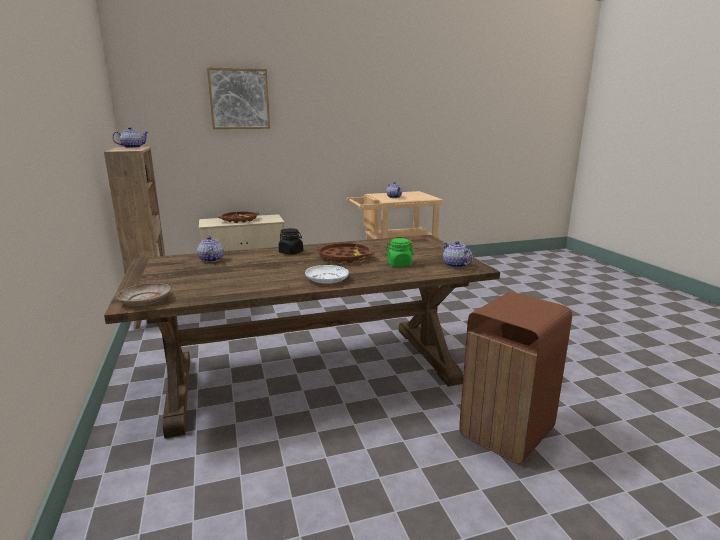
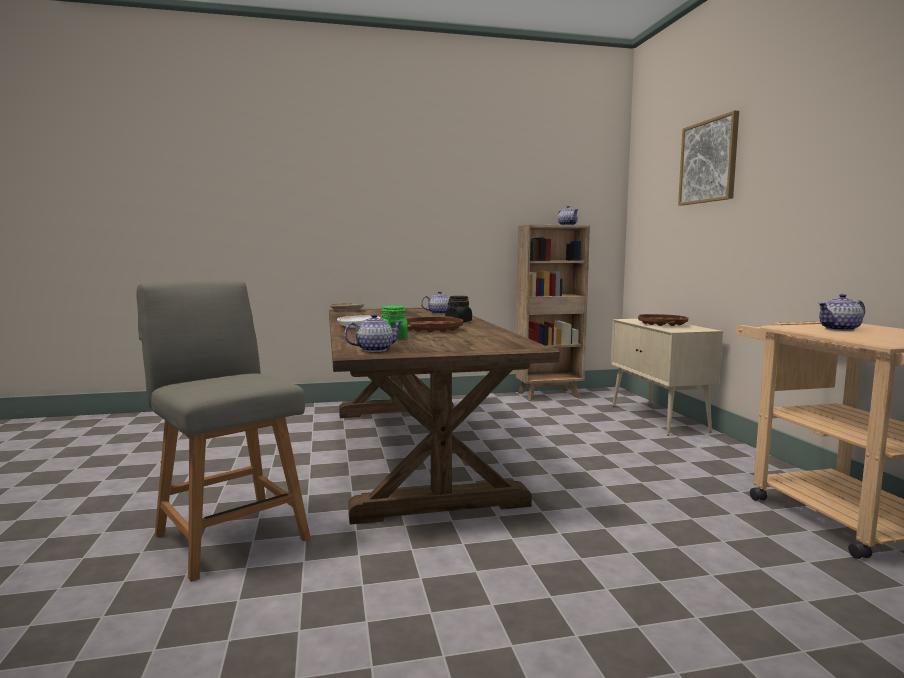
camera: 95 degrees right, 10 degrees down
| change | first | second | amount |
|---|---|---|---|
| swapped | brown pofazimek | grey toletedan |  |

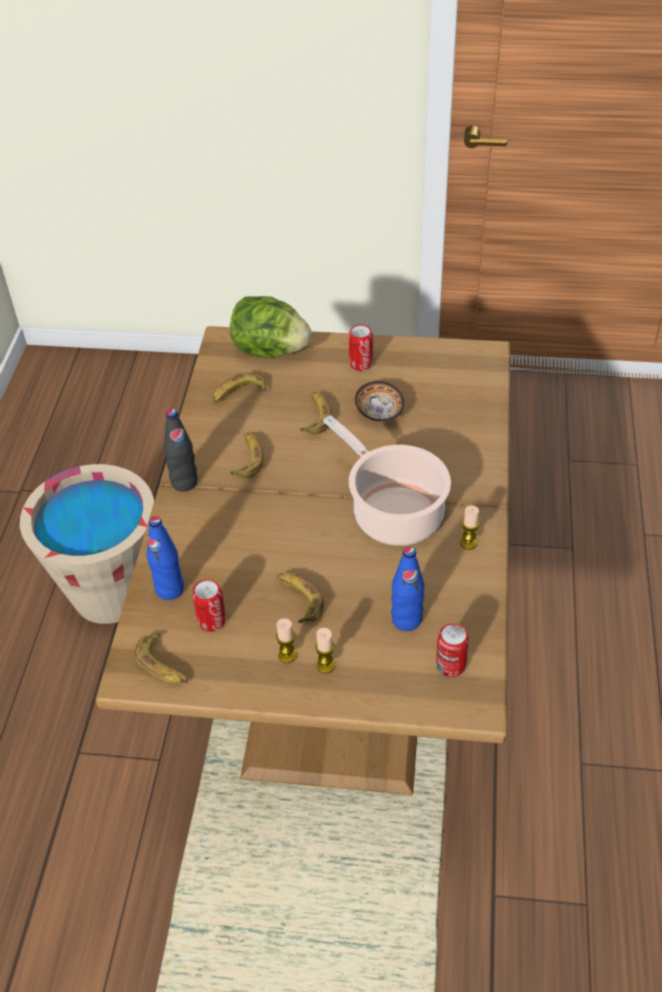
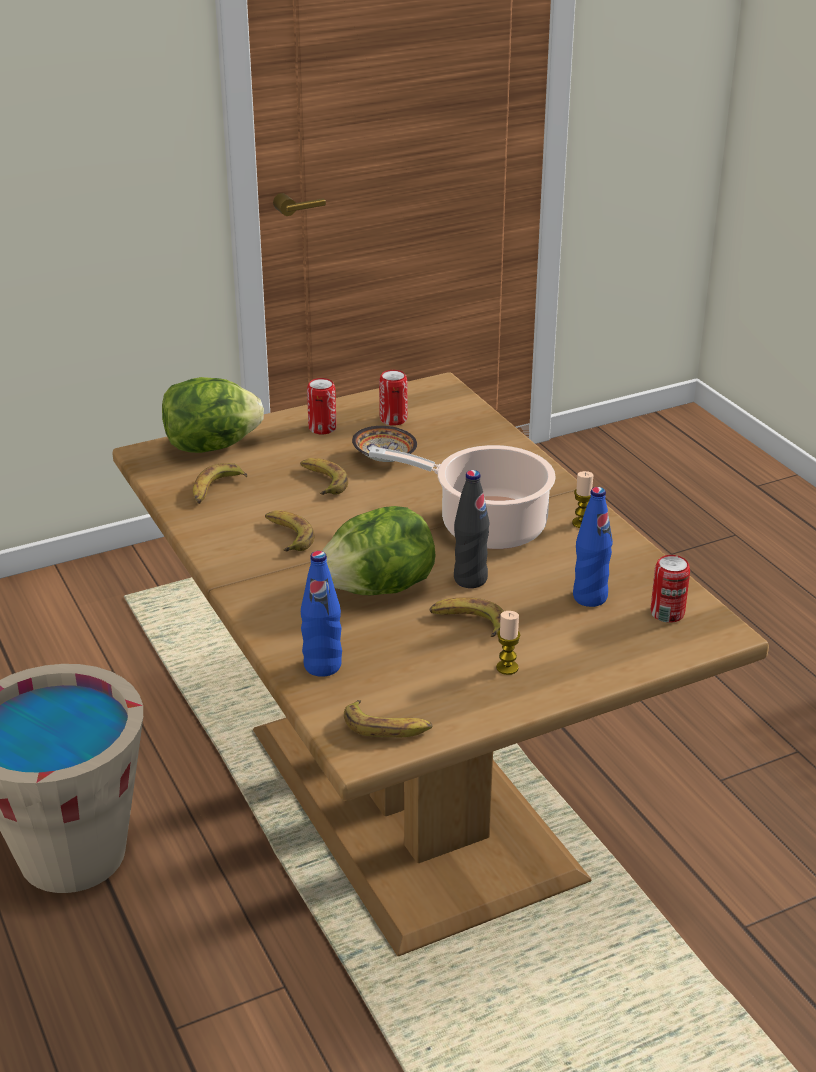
camera: 35 degrees left, 15 degrees down
| change | first | second | amount |
|---|---|---|---|
| gone | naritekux (no. 2 from left) |  |  |
| new |  | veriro (no. 2 from left) |  |
| shifted | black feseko |  |  |
| shifted | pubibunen (no. 1 from left in the first image) | pubibunen (no. 2 from left) |  |

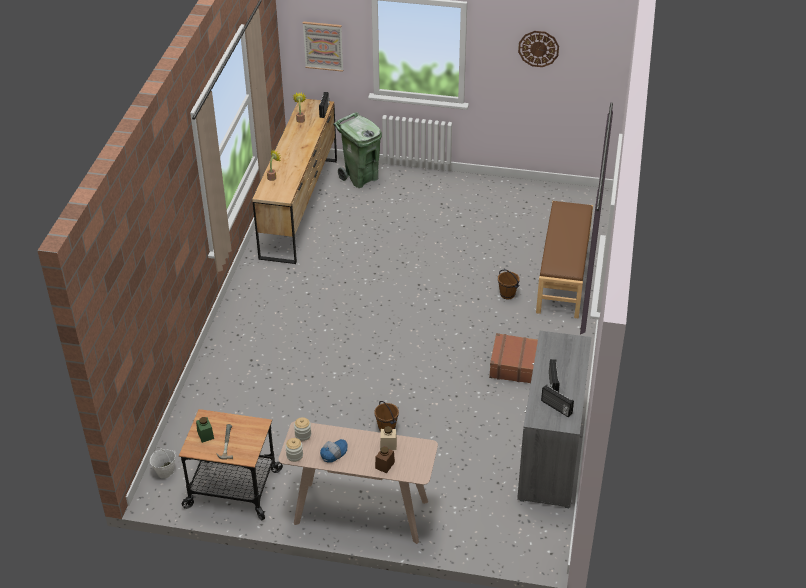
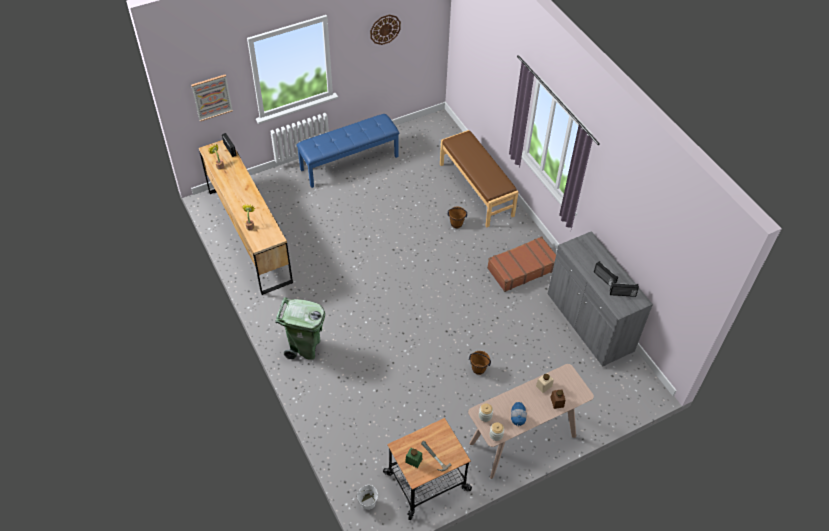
camera: 40 degrees left, 10 degrees up
| change | first | second | amount |
|---|---|---|---|
| new |  | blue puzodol |  |
| shifted | green pofazimek |  |  |

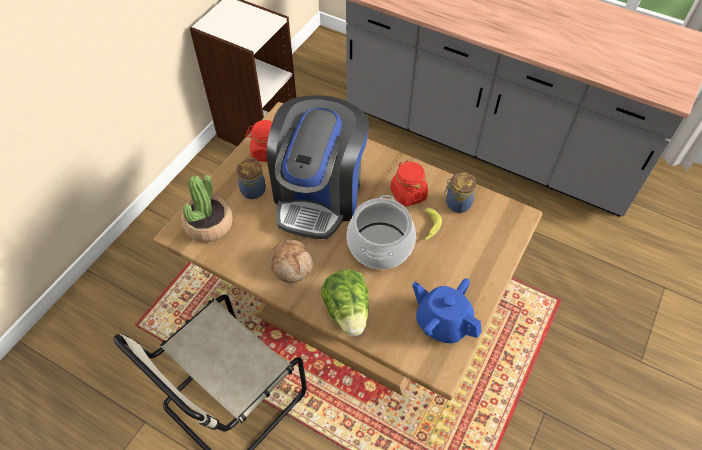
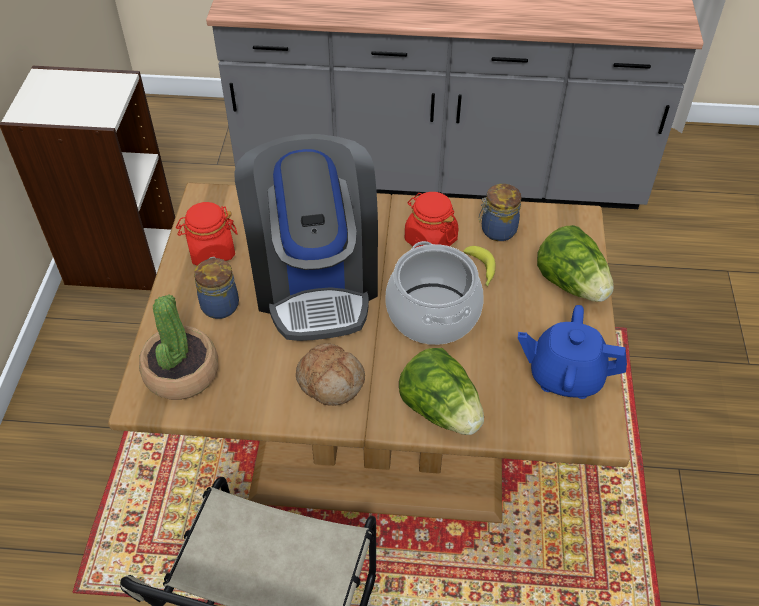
camera: 25 degrees left, 5 degrees down
| change | first | second | amount |
|---|---|---|---|
| new |  | veriro (no. 2 from left) |  |

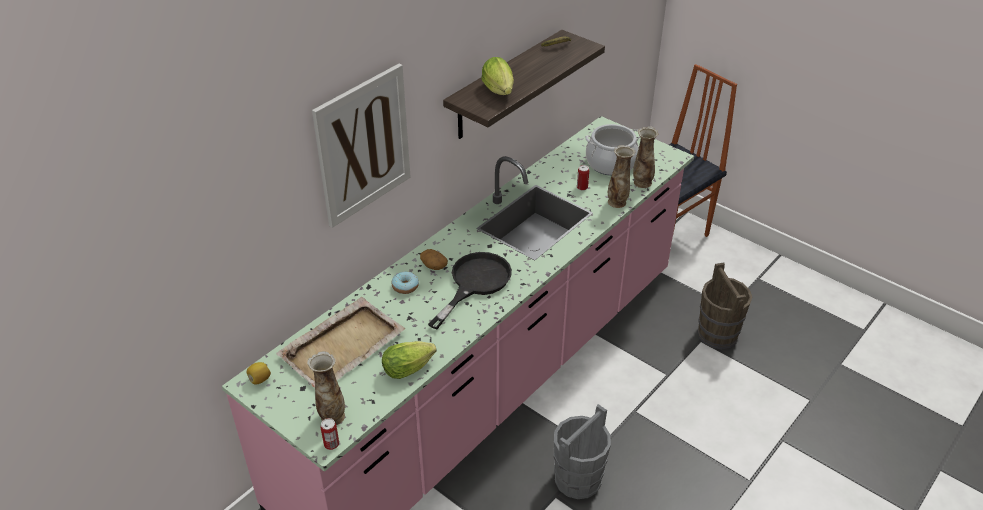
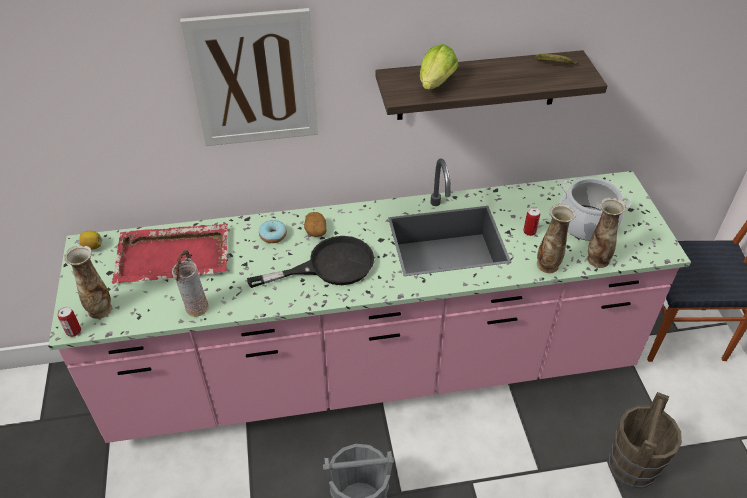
camera: 40 degrees right, 5 degrees up
| change | first | second | amount |
|---|---|---|---|
| swapped | veriro (no. 1 from left) | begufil (no. 2 from left) |  |
| repainted | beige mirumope | red mirumope |  |

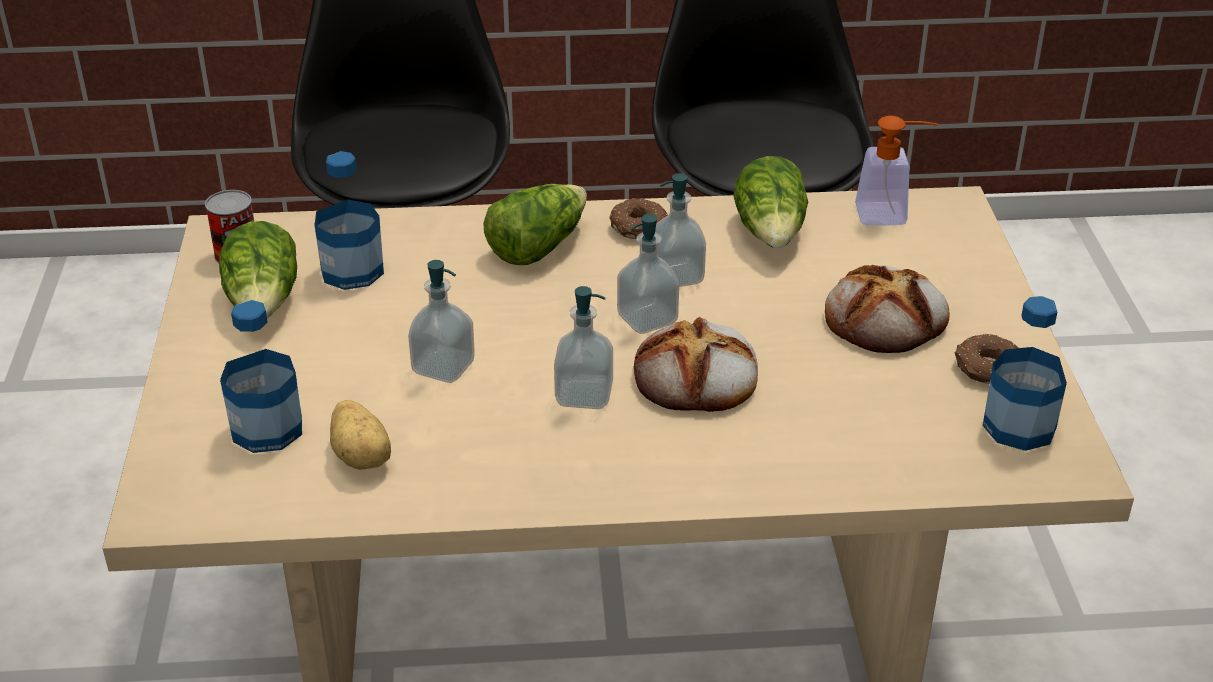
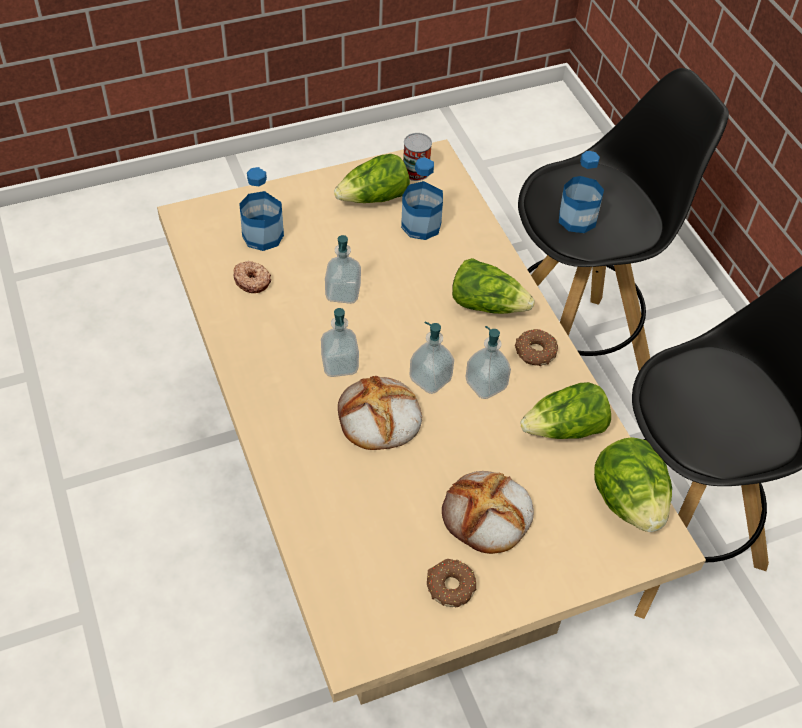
camera: 70 degrees right, 15 degrees up
| change | first | second | amount |
|---|---|---|---|
| shifted | feseko (no. 3 from left) |  |  |
| swapped | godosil | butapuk (no. 1 from left) |  |
| swapped | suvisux (no. 5 from left) | veriro (no. 4 from left) |  |

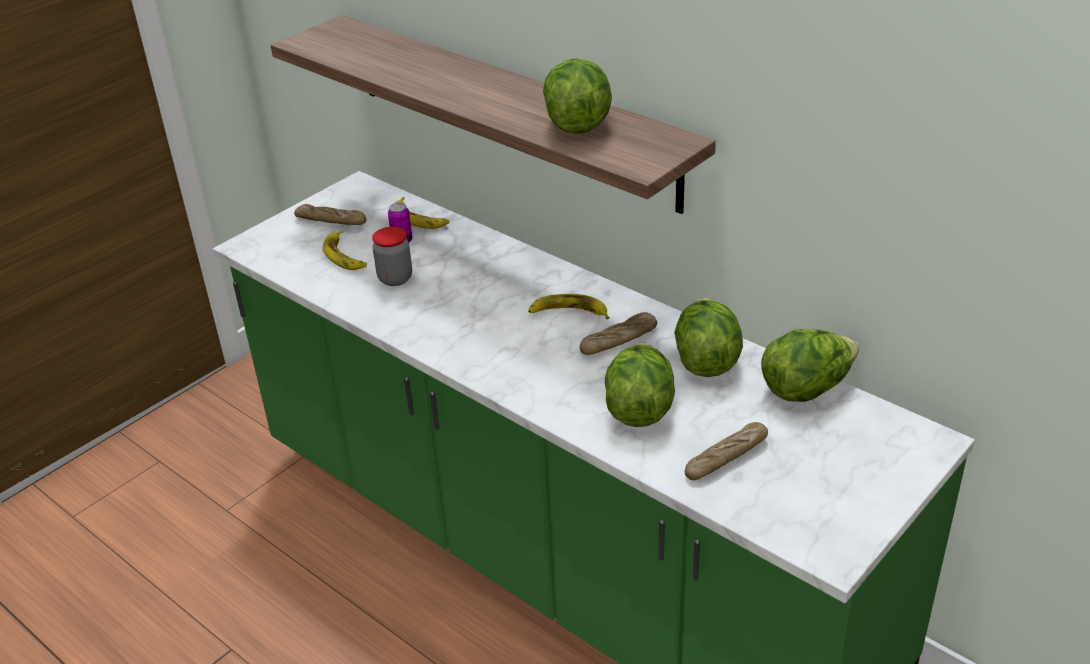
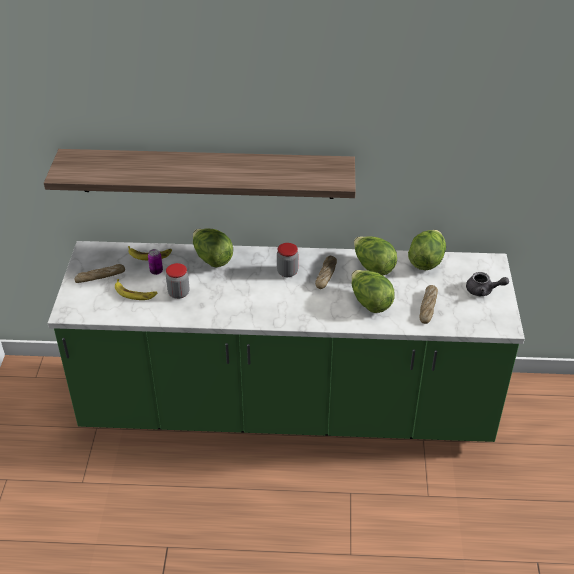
camera: 40 degrees left, 5 degrees up
| change | first | second | amount |
|---|---|---|---|
| new |  | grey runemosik |  |
| shifted | veriro (no. 1 from left) |  |  |
| swapped | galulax (no. 3 from left) | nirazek (no. 2 from left) |  |

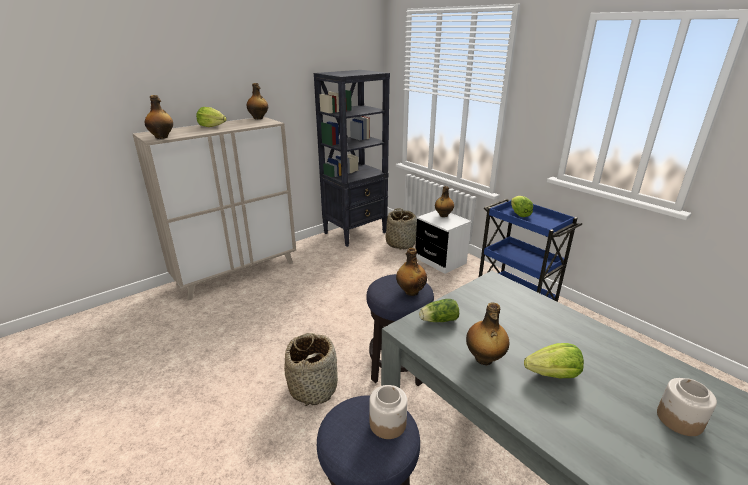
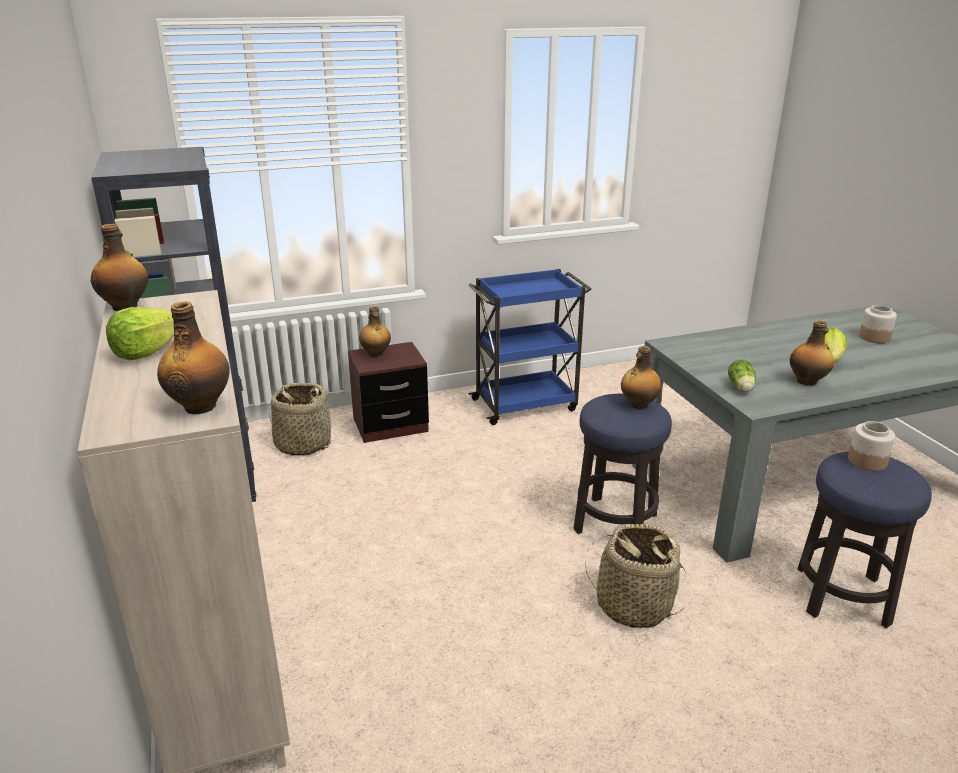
camera: 70 degrees left, 0 degrees up
| change | first | second | amount |
|---|---|---|---|
| gone | veriro (no. 3 from left) |  |  |
| repainted | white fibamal | brown fibamal |  |

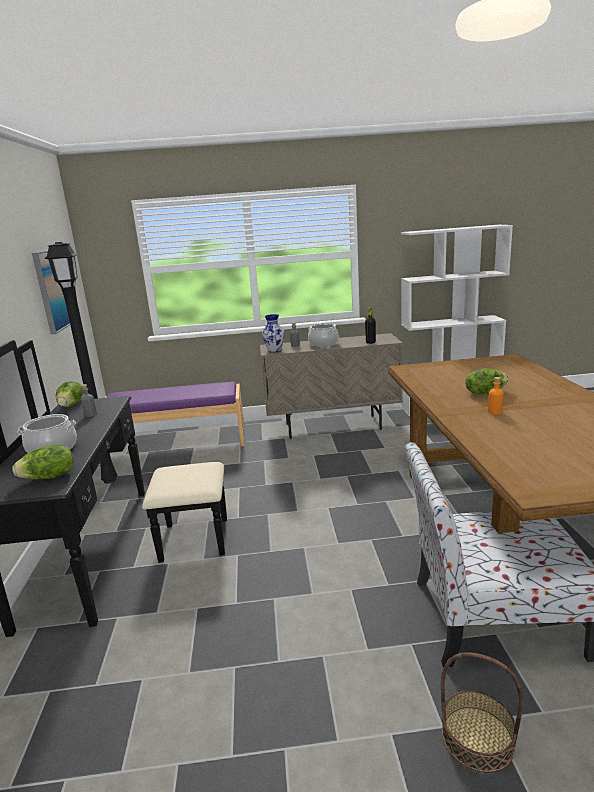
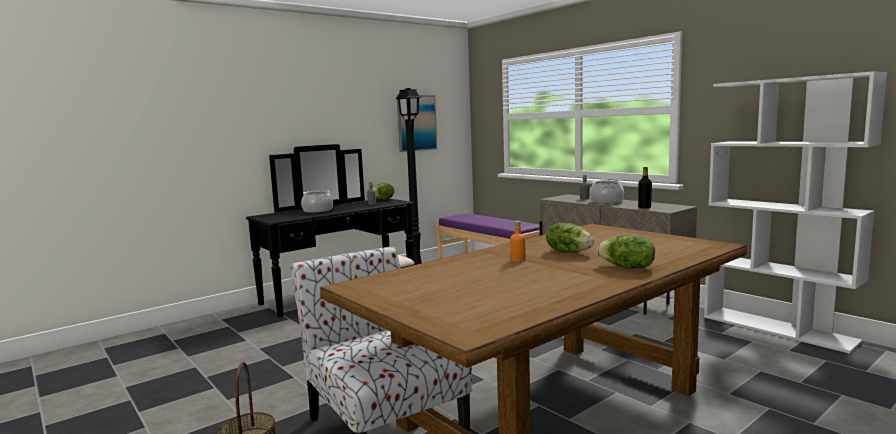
camera: 55 degrees right, 10 degrees down
| change | first | second | amount |
|---|---|---|---|
| gone | begufil |  |  |
| shifted | veriro (no. 1 from left in the first image) | veriro (no. 3 from left) |  |

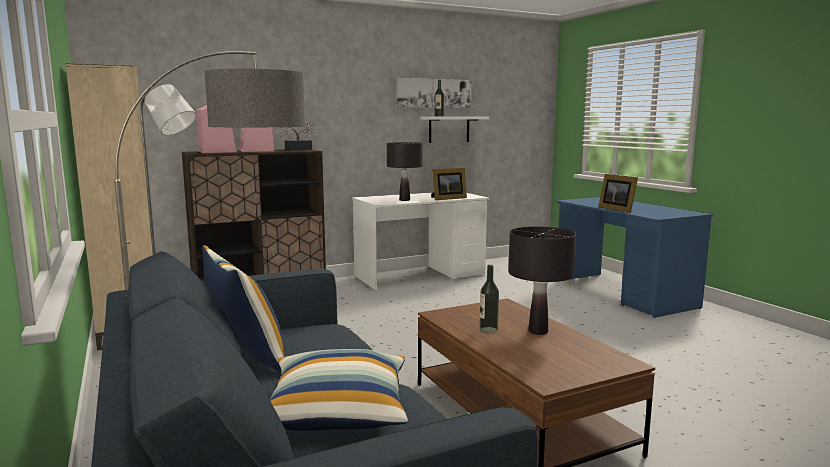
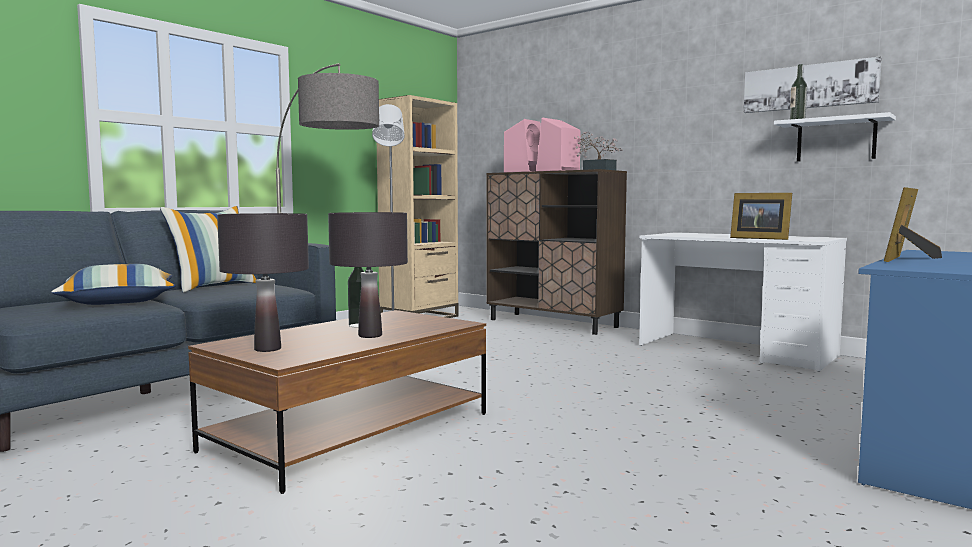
camera: 65 degrees right, 5 degrees down
| change | first | second | amount |
|---|---|---|---|
| shifted | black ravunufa (no. 1 from left) |  |  |

